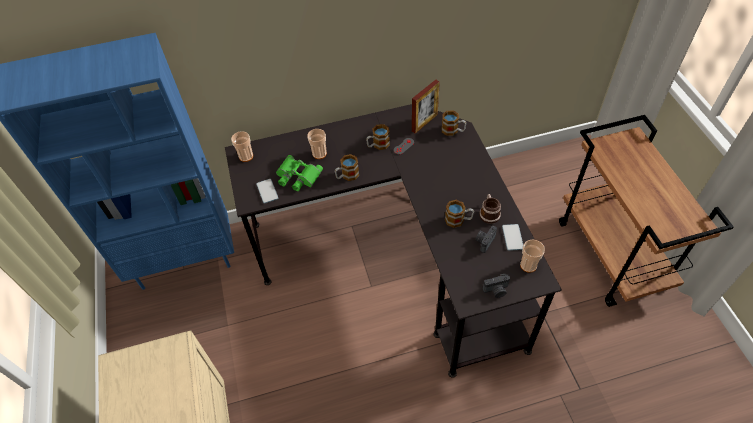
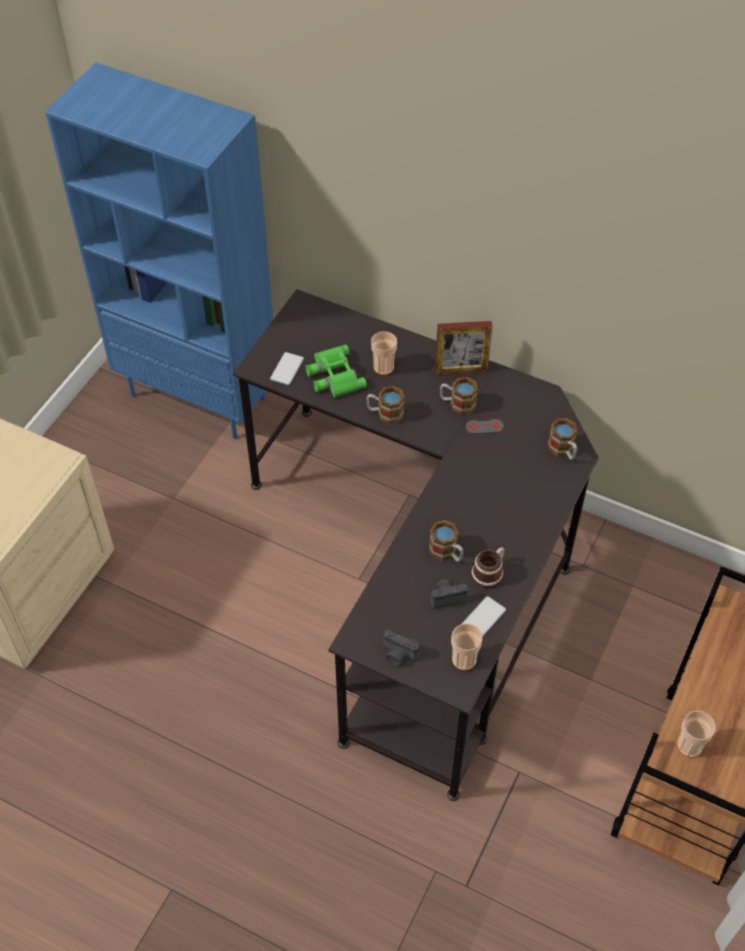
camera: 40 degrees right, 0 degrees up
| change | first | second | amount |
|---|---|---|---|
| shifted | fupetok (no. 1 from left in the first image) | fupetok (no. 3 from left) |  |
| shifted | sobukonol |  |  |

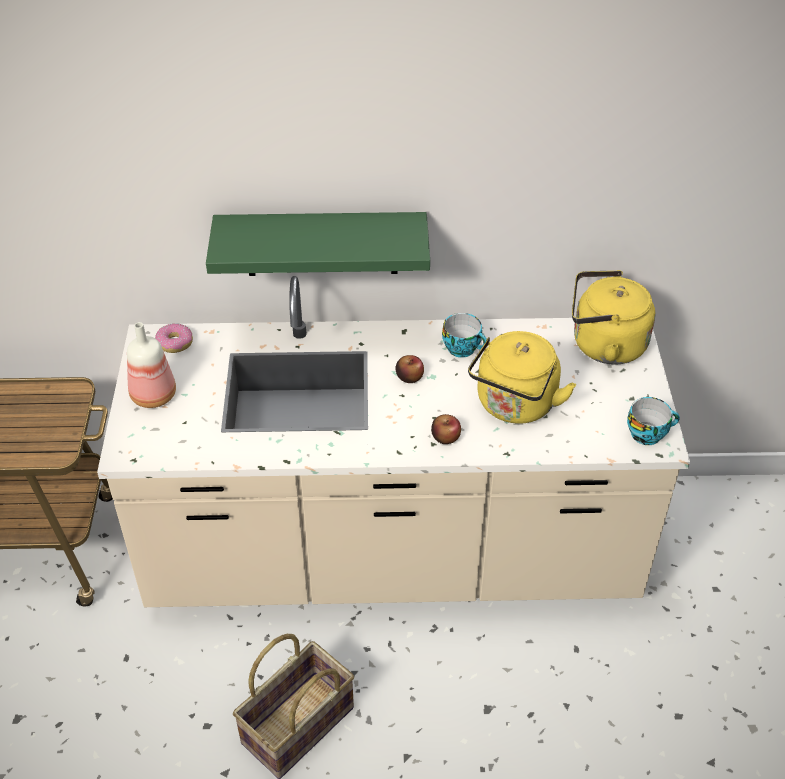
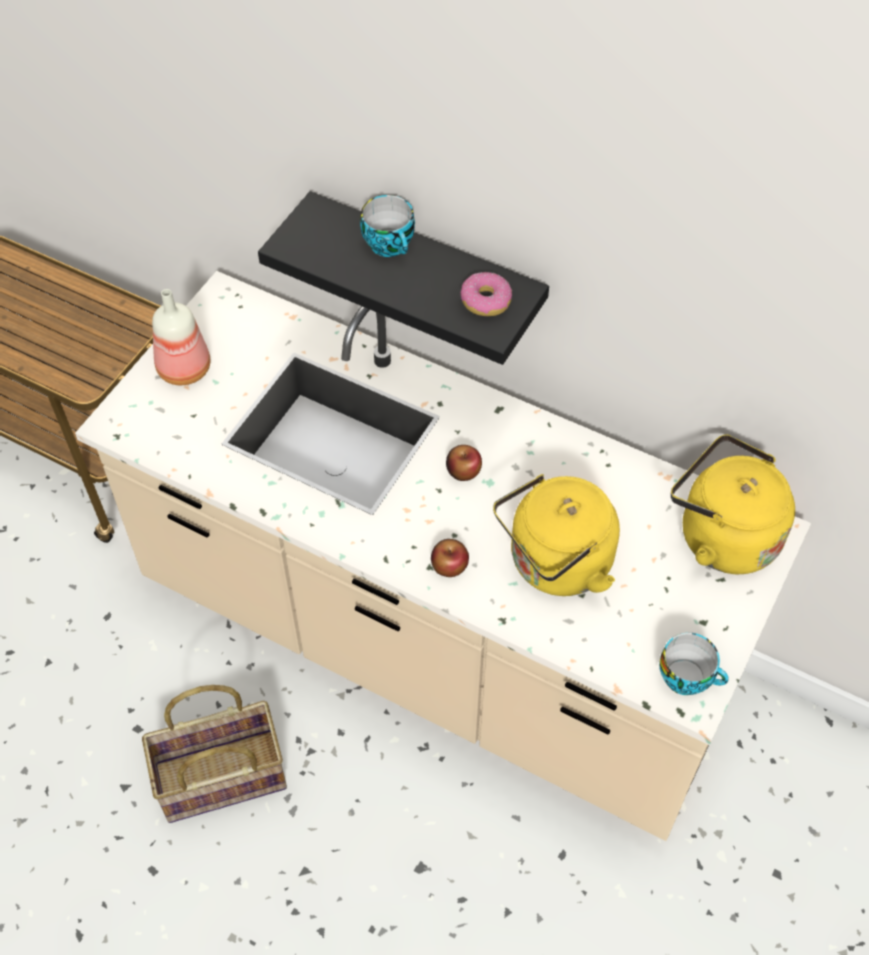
camera: 30 degrees right, 10 degrees up
| change | first | second | amount |
|---|---|---|---|
| shifted | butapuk |  |  |
| shifted | fupetok (no. 1 from left) |  |  |
| repainted | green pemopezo | black pemopezo |  |

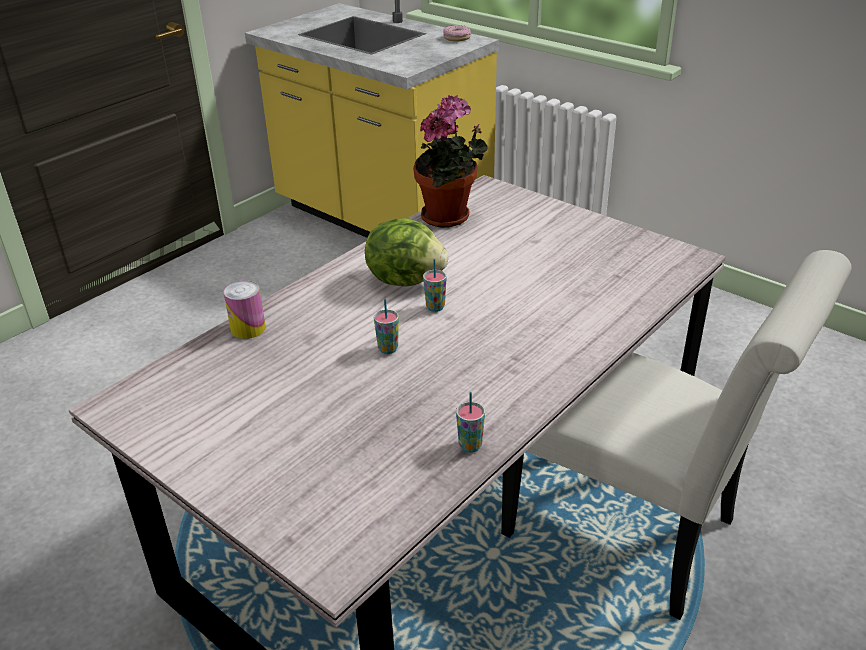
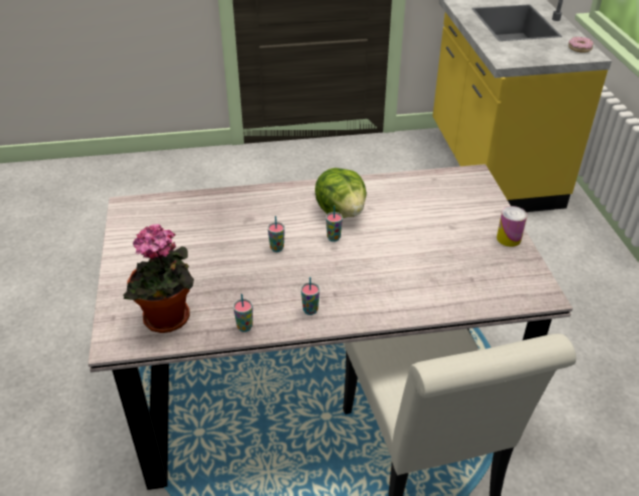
camera: 40 degrees right, 5 degrees up
| change | first | second | amount |
|---|---|---|---|
| new |  | fupetok (no. 3 from left) |  |
| shifted | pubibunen |  |  |
| shifted | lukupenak |  |  |

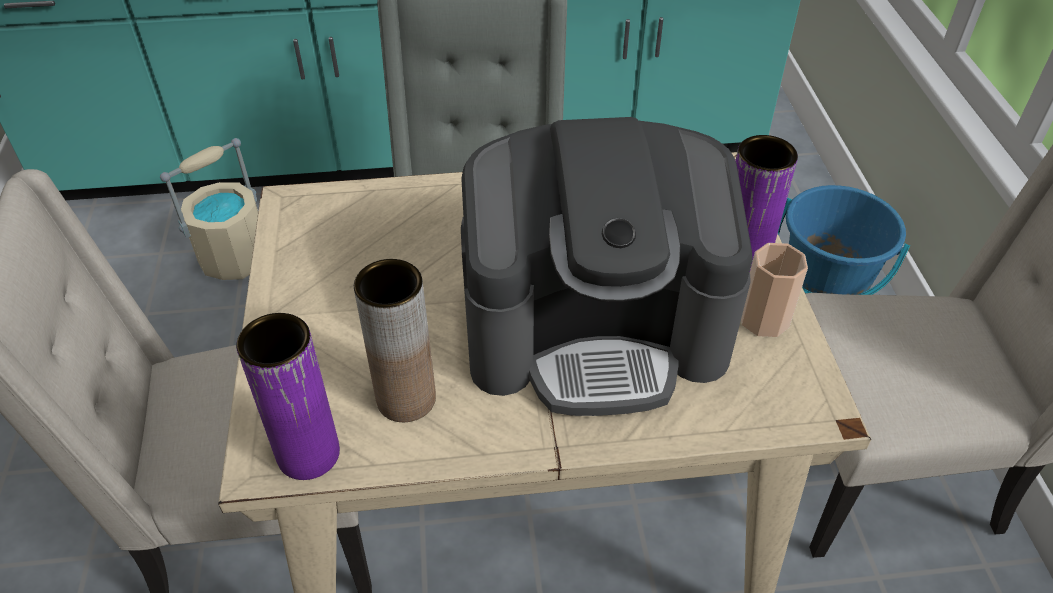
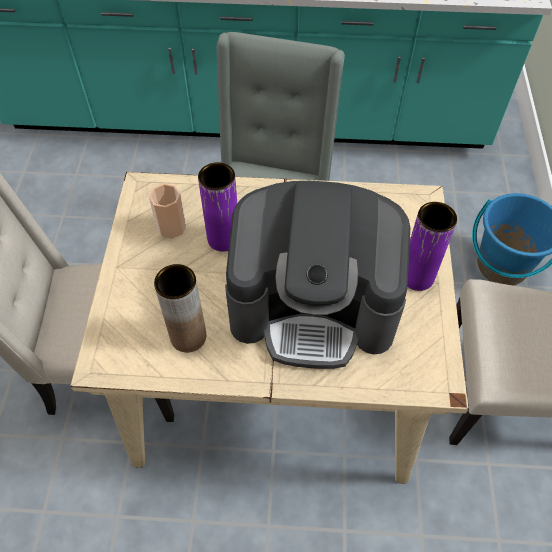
camera: 10 degrees right, 10 degrees up
| change | first | second | amount |
|---|---|---|---|
| gone | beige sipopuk |  |  |
| shifted | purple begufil (no. 1 from left) |  |  |
| shifted | fupetok |  |  |

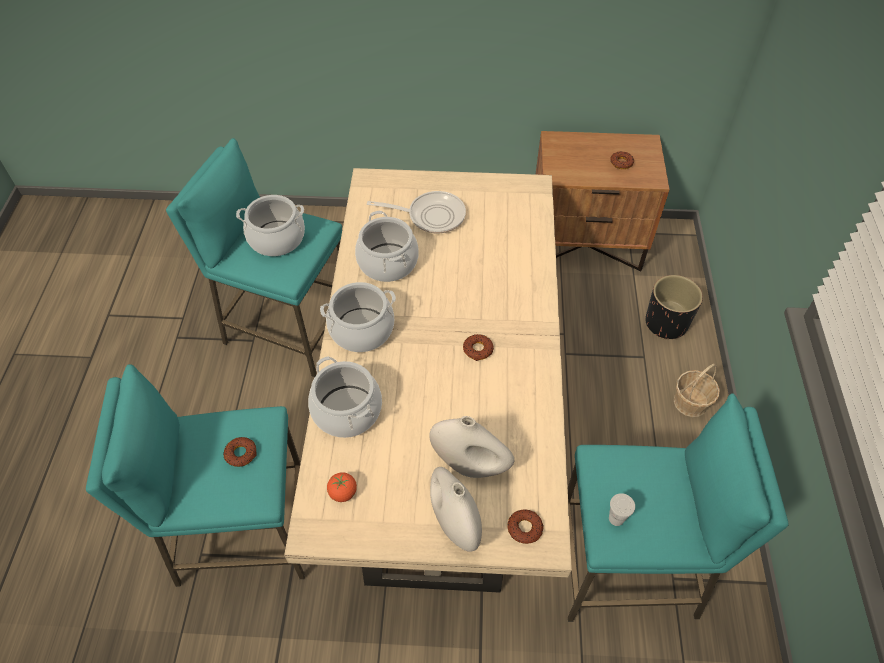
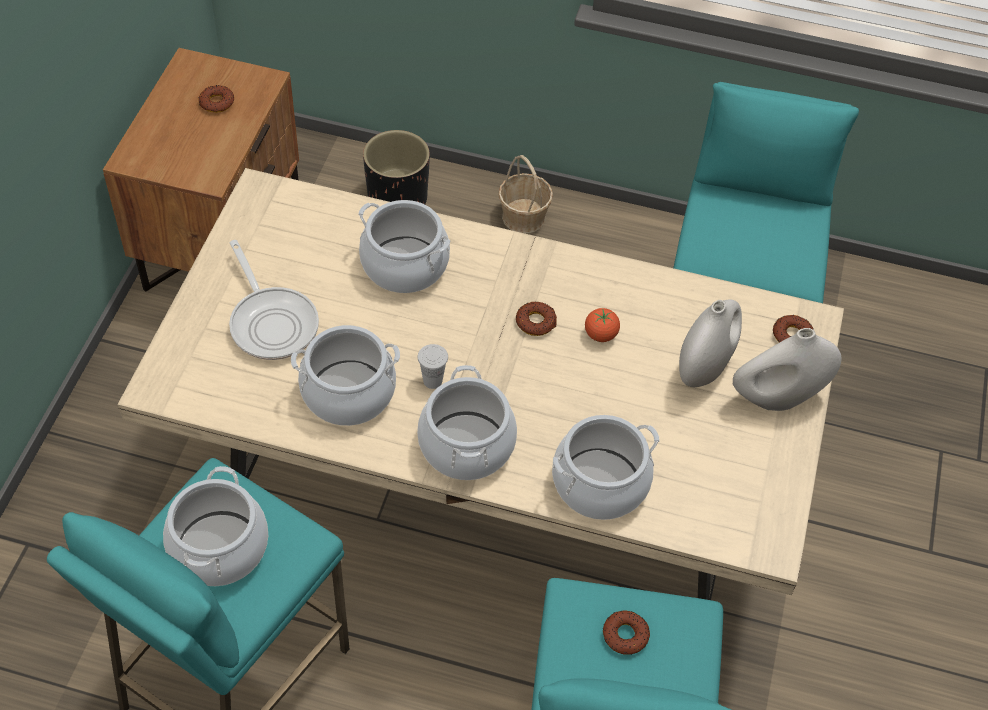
camera: 80 degrees left, 0 degrees up
| change | first | second | amount |
|---|---|---|---|
| new |  | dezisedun (no. 3 from left) |  |
| shifted | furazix |  |  |
| shifted | white fupetok |  |  |
| rotated | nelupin |  | 135 degrees clockwise |

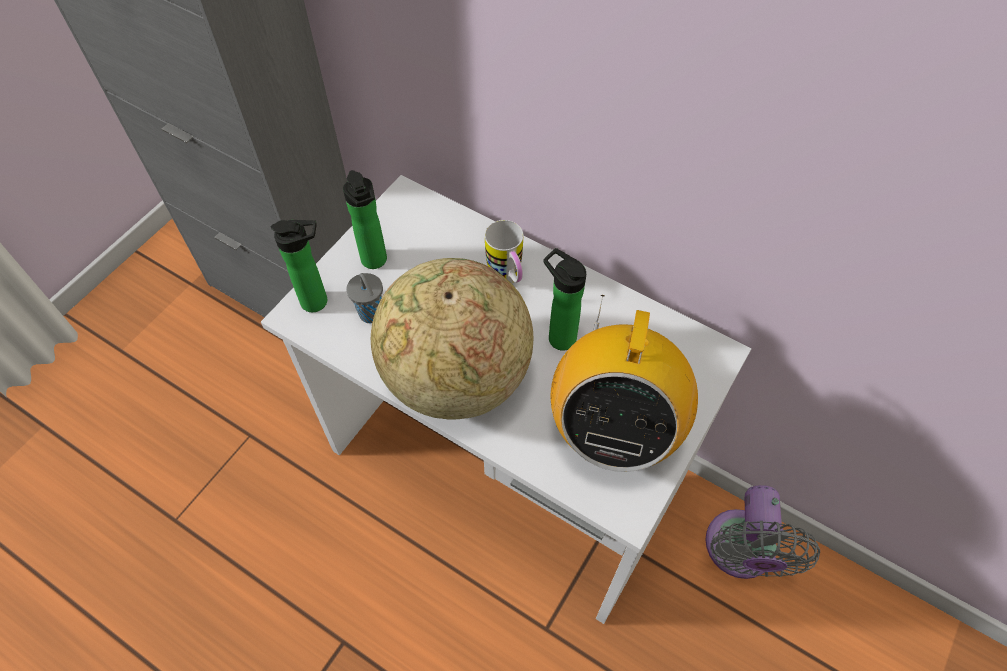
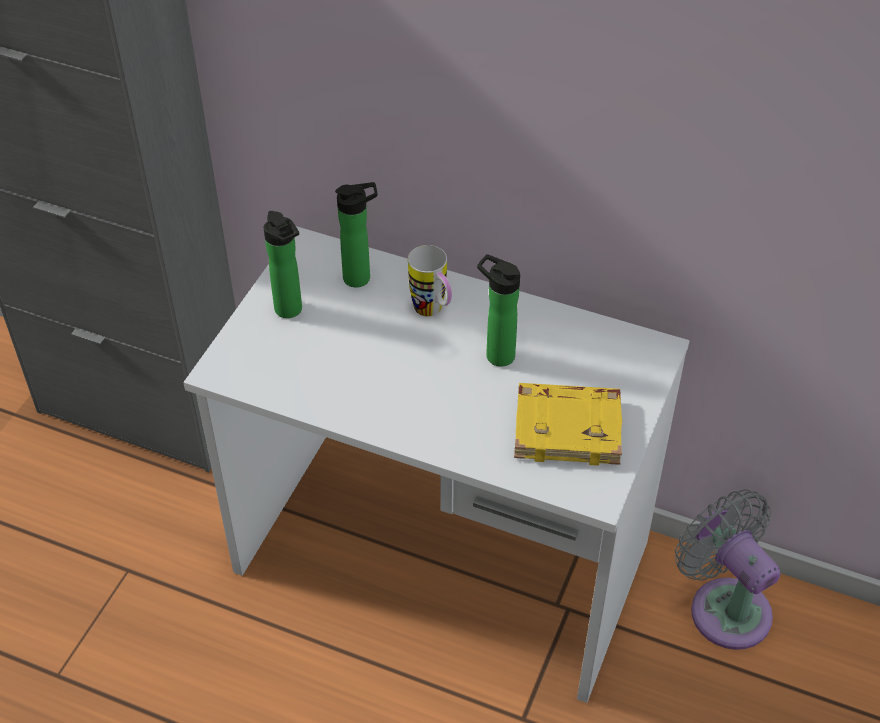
camera: 10 degrees left, 10 degrees down
| change | first | second | amount |
|---|---|---|---|
| gone | grey fupetok |  |  |
| gone | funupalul |  |  |
| shifted | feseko (no. 1 from left in the first image) | feseko (no. 2 from left) |  |
| swapped | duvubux | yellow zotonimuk |  |
| rotated | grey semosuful |  | 150 degrees clockwise |

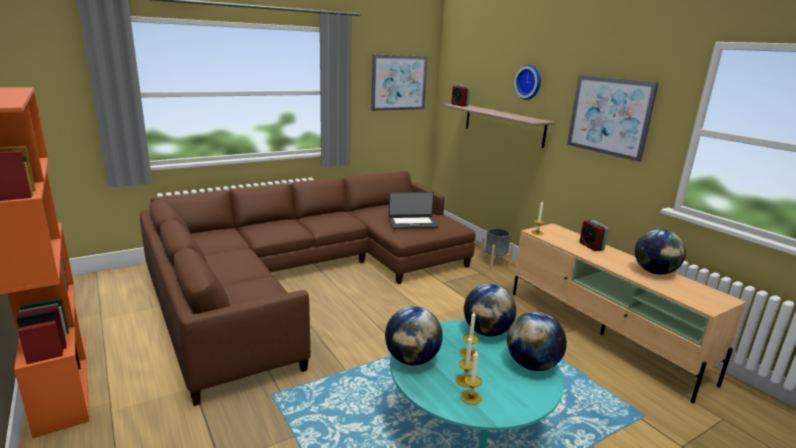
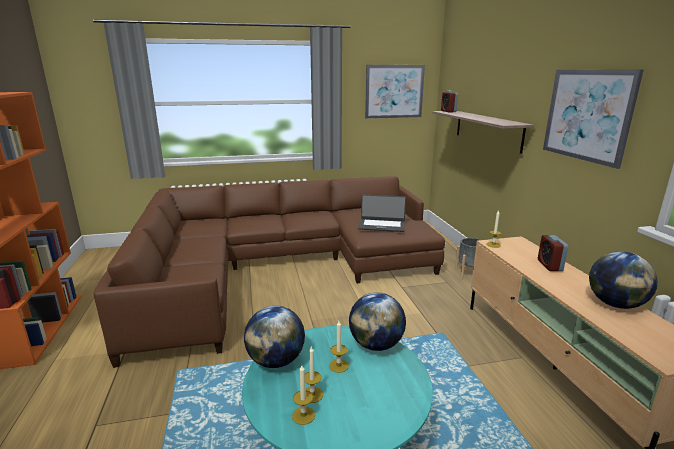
camera: 20 degrees right, 0 degrees up
| change | first | second | amount |
|---|---|---|---|
| gone | funupalul (no. 3 from left) |  |  |
| gone | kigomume |  |  |

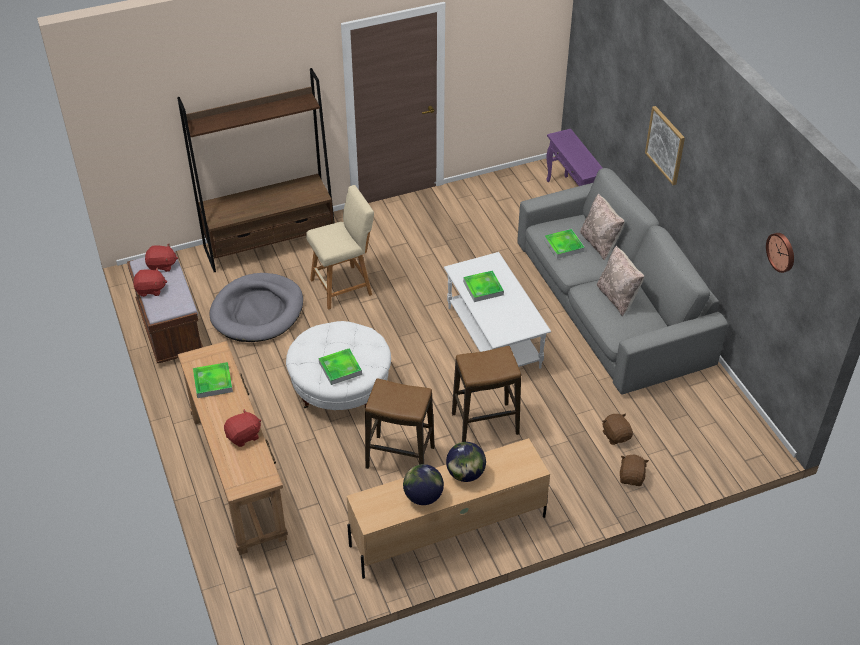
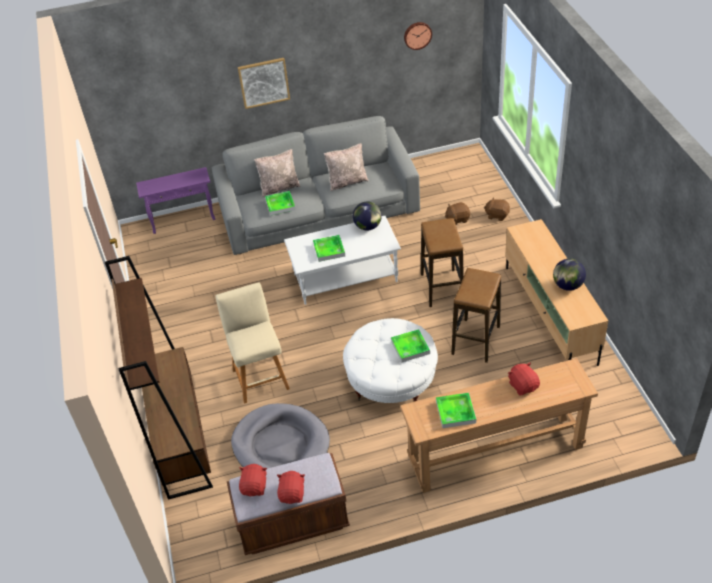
camera: 80 degrees left, 0 degrees up
| change | first | second | amount |
|---|---|---|---|
| shifted | funupalul (no. 2 from left in the first image) | funupalul (no. 1 from left) |  |

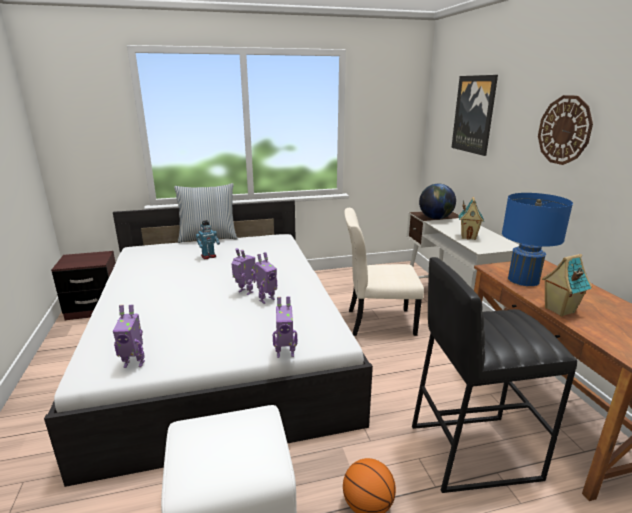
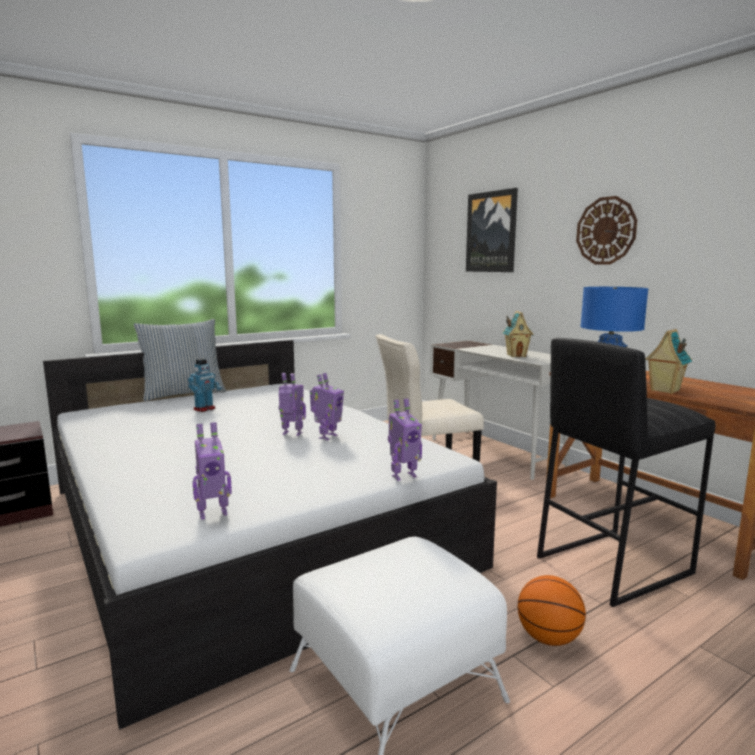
camera: 20 degrees left, 10 degrees down
| change | first | second | amount |
|---|---|---|---|
| gone | funupalul |  |  |

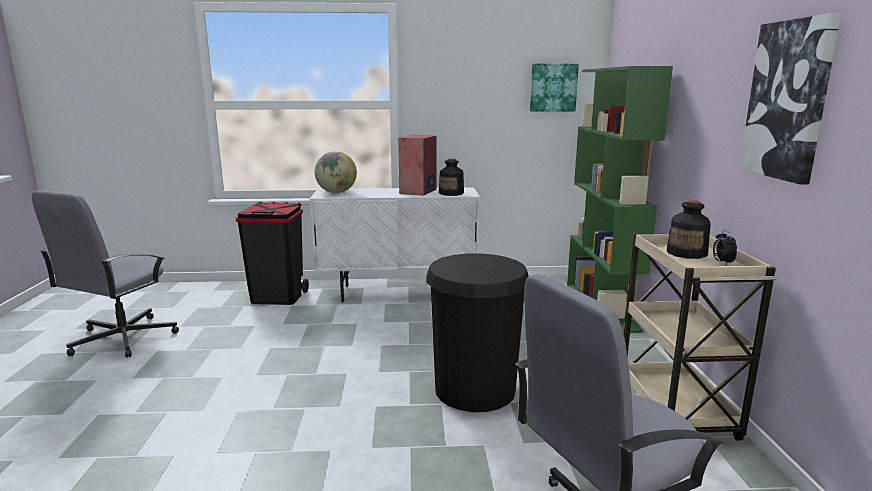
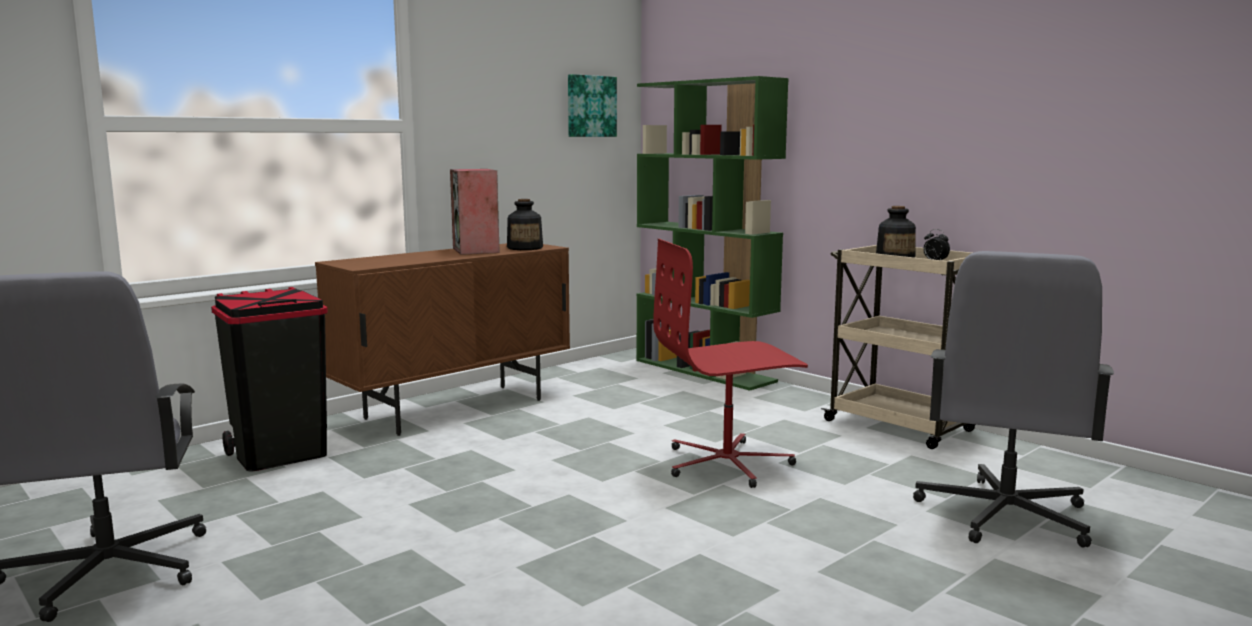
camera: 40 degrees left, 5 degrees down
| change | first | second | amount |
|---|---|---|---|
| gone | funupalul |  |  |
| gone | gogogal (no. 2 from left) |  |  |
| swapped | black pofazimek (no. 2 from left) | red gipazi |  |
| repainted | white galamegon | brown galamegon |  |

